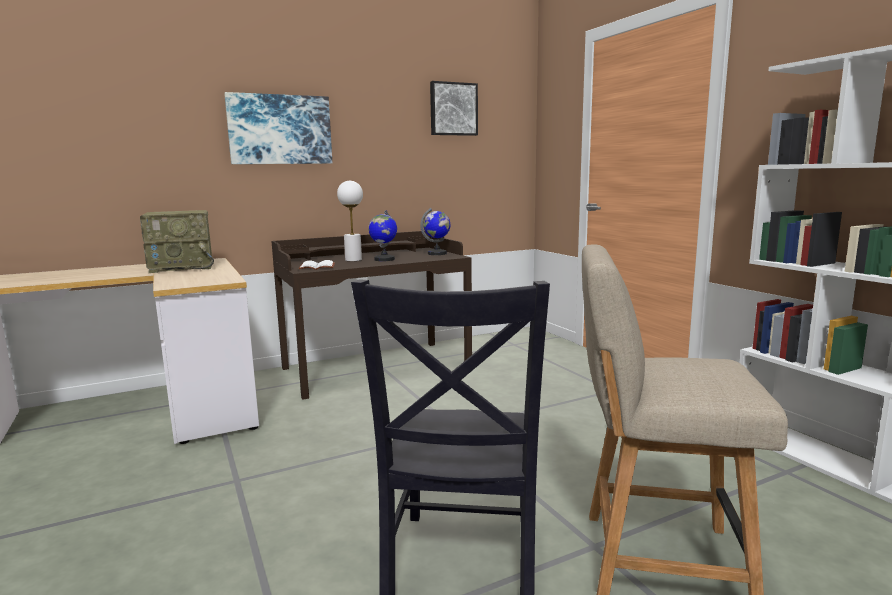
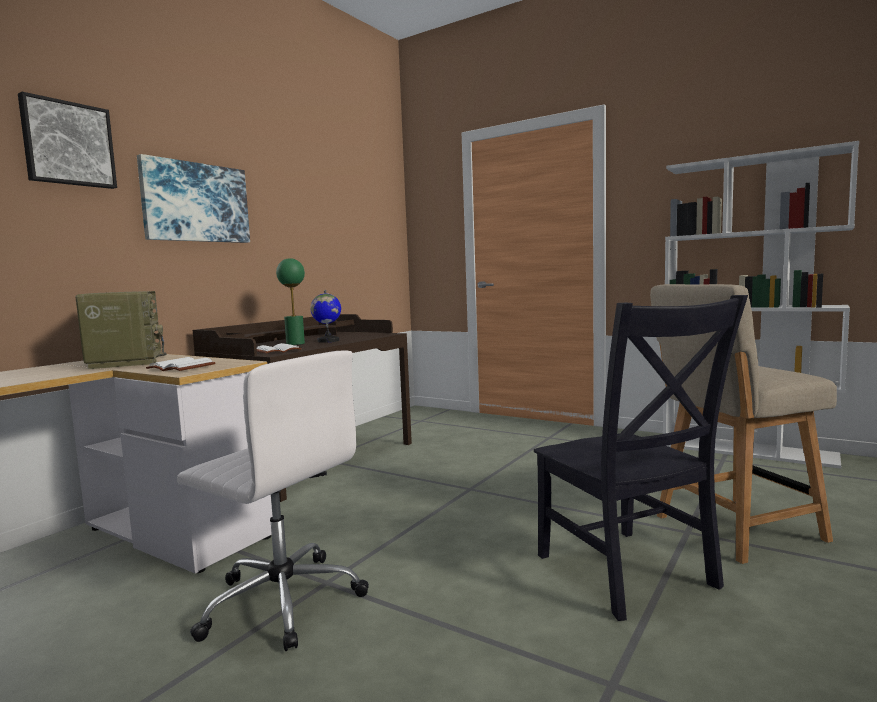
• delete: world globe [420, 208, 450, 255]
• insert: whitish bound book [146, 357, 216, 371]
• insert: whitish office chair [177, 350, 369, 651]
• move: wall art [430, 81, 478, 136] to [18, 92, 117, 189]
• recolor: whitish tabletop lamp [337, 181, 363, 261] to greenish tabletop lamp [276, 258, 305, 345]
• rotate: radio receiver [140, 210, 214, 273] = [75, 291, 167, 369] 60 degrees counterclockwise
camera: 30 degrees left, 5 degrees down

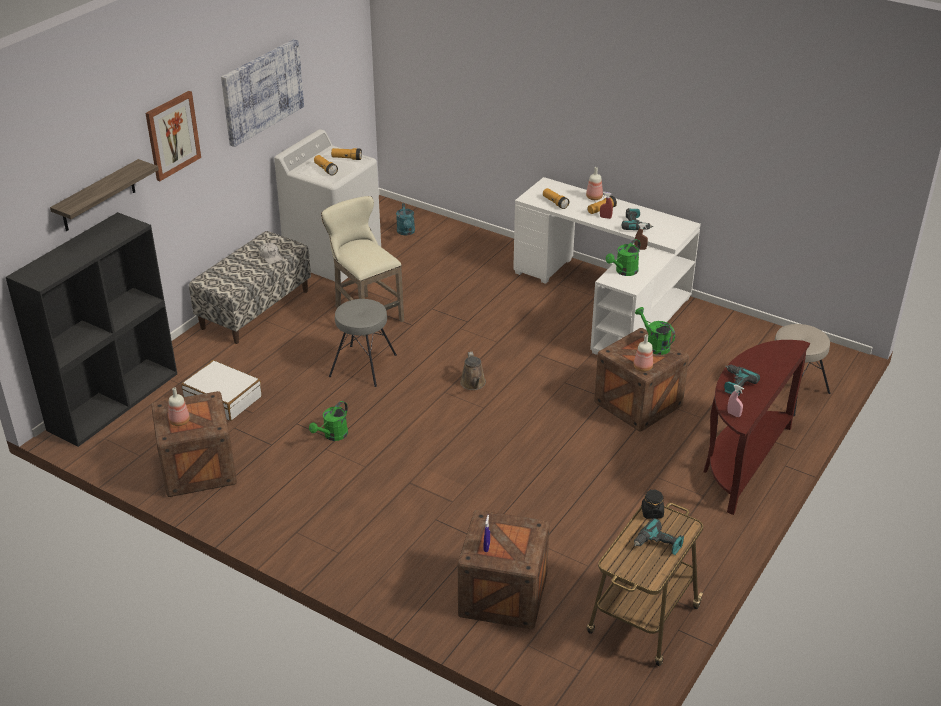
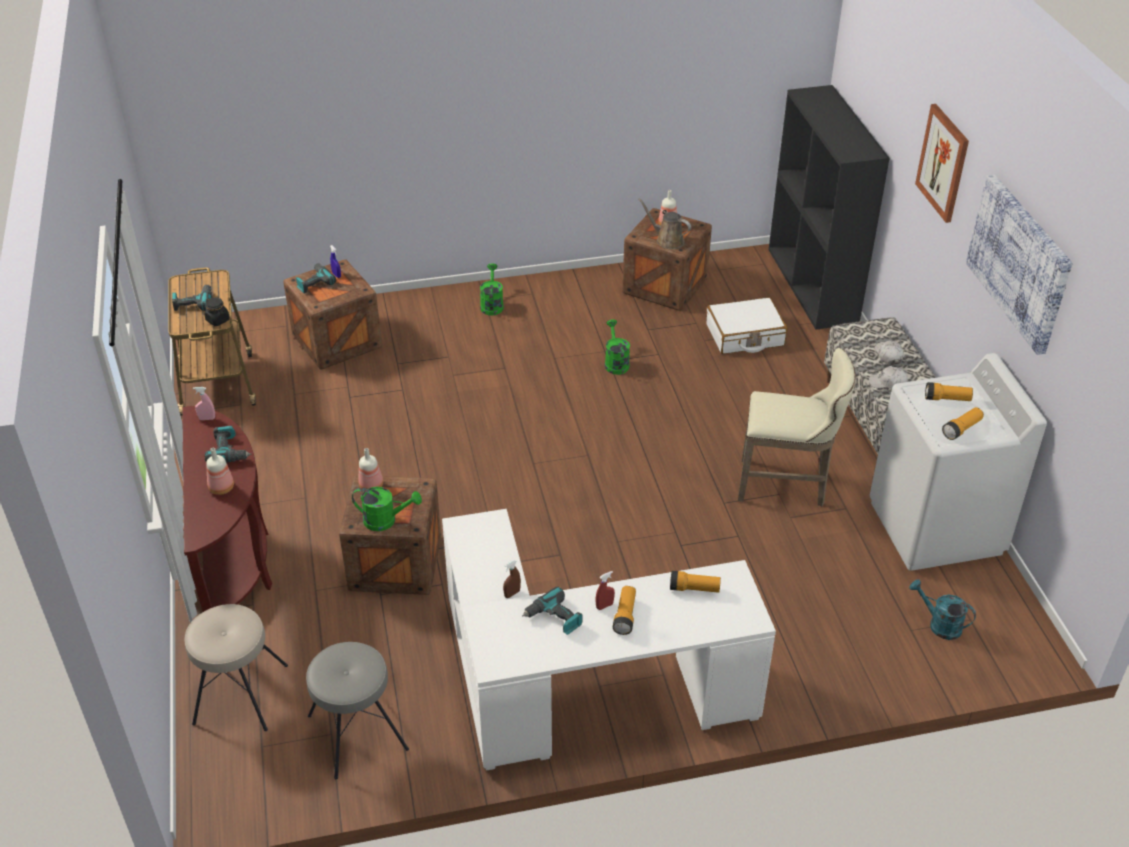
• delete: wall shelf [50, 159, 159, 231]
• insert: power drill [296, 263, 336, 293]
• insert: whitish baseball cap [874, 340, 904, 365]
• move: greyish stool seat [329, 299, 397, 387] to [306, 642, 409, 779]
• move: brown-coloured watering pot [460, 352, 486, 390] to [638, 198, 691, 249]
• move: drink bottle [586, 167, 603, 200] to [206, 448, 234, 495]
• move: greenish watering pot [606, 239, 640, 276] to [480, 263, 504, 316]
camera: 135 degrees right, 5 degrees up

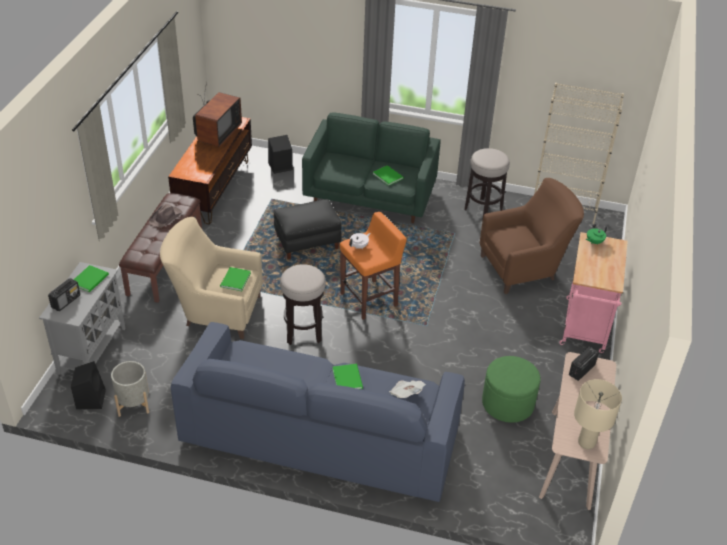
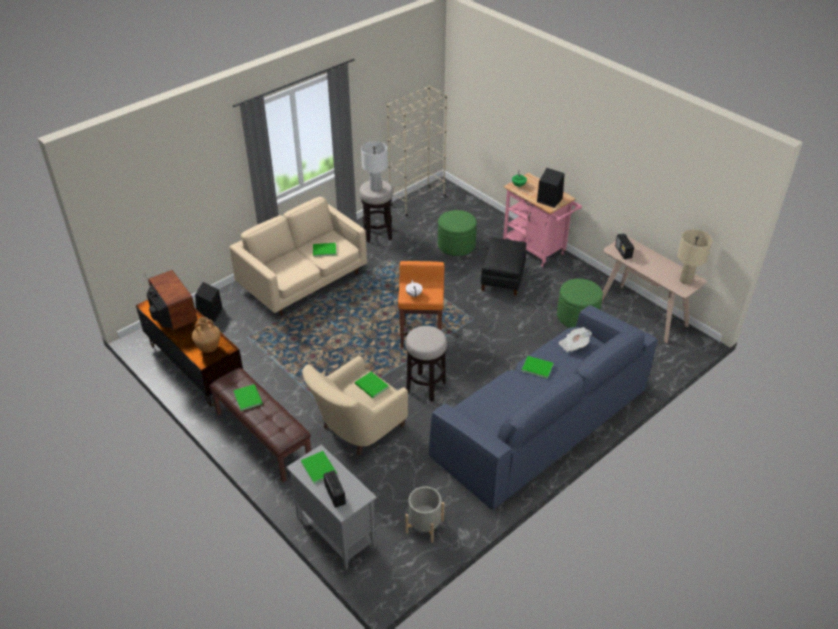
• insert: brown-coloured decorative vase [192, 317, 221, 353]
• insert: whitish tabletop lamp [361, 141, 388, 191]
• move: black loudspeaker [71, 361, 106, 409] to [537, 168, 564, 208]
• move: black footrest [273, 199, 342, 260] to [481, 238, 526, 296]
• replace: brown-coloured wearable hat [149, 204, 183, 228] to greenish bound book [233, 384, 263, 411]
• replace: brown-coloured easy chair [480, 178, 584, 294] to greenish footrest [438, 210, 477, 256]
• recolor: greenish sofa [302, 112, 441, 223] to sand-coloured sofa [229, 197, 367, 316]
camera: 55 degrees left, 0 degrees up

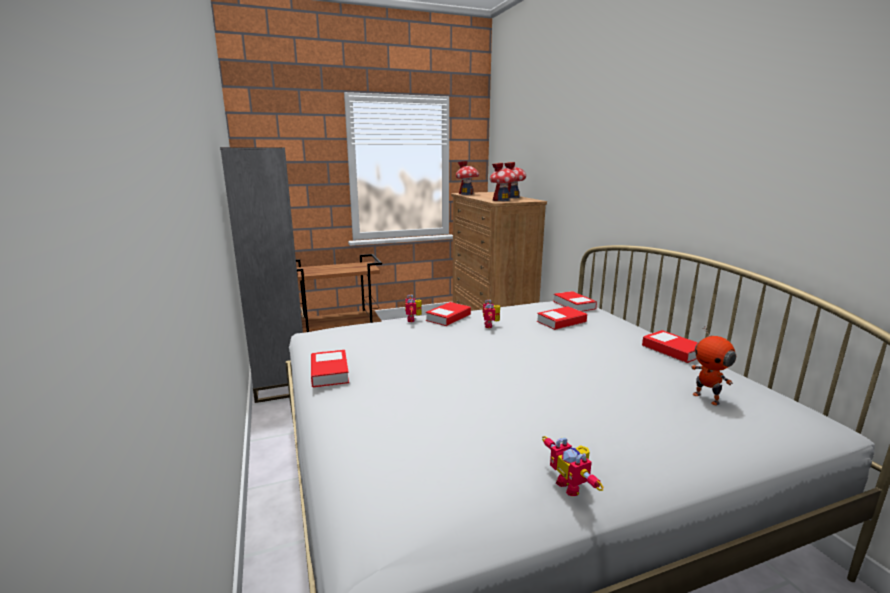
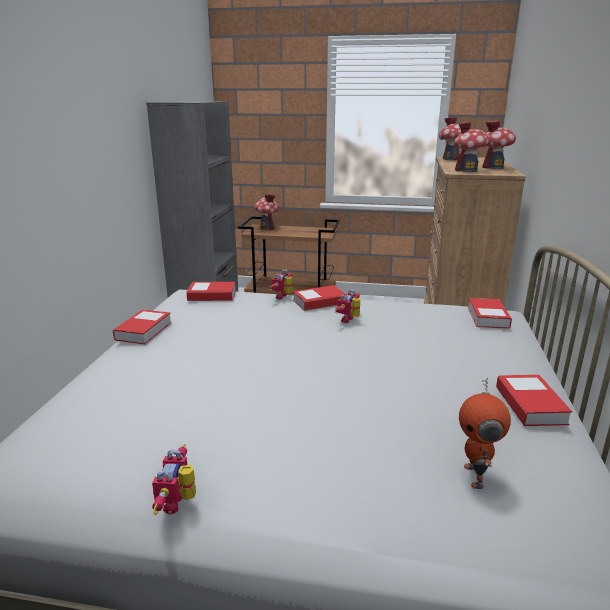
• insert: miniature house [254, 193, 279, 230]
• move: bound book [537, 306, 587, 330] to [186, 282, 236, 301]
camera: 30 degrees right, 5 degrees up

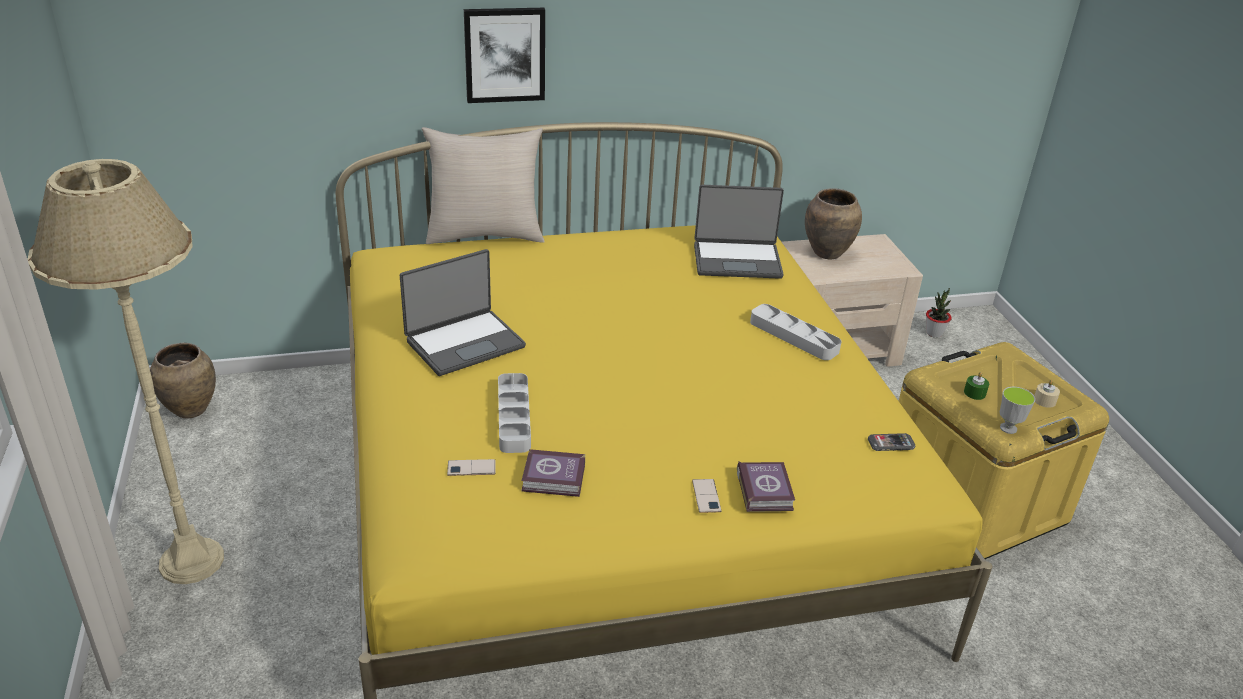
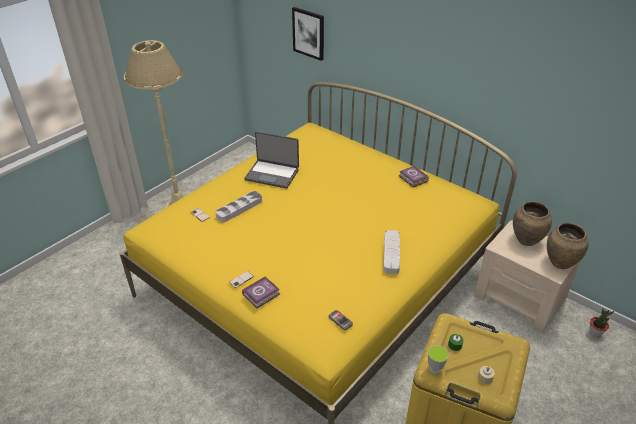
• delete: sand-coloured throw pillow [422, 127, 545, 244]
• delete: notebook computer [694, 185, 784, 279]
• move: brown-coloured decorative vase [150, 342, 216, 418] to [547, 223, 589, 269]
• move: wall art [464, 8, 545, 103] to [292, 7, 324, 61]
• move: bound book [522, 449, 585, 497] to [399, 166, 429, 187]
camera: 55 degrees right, 5 degrees up

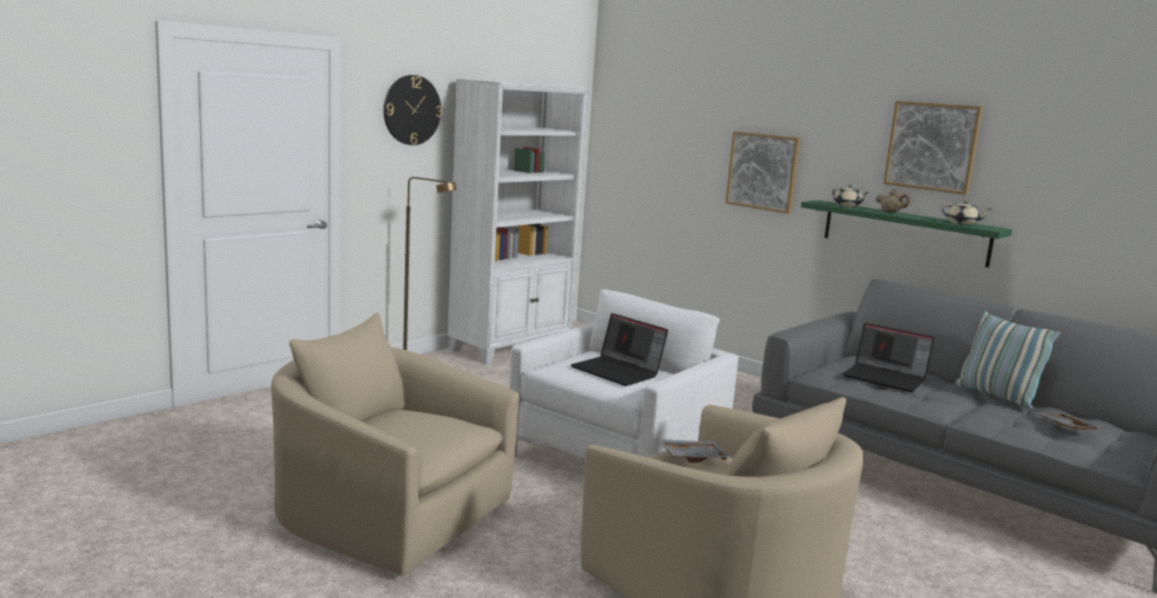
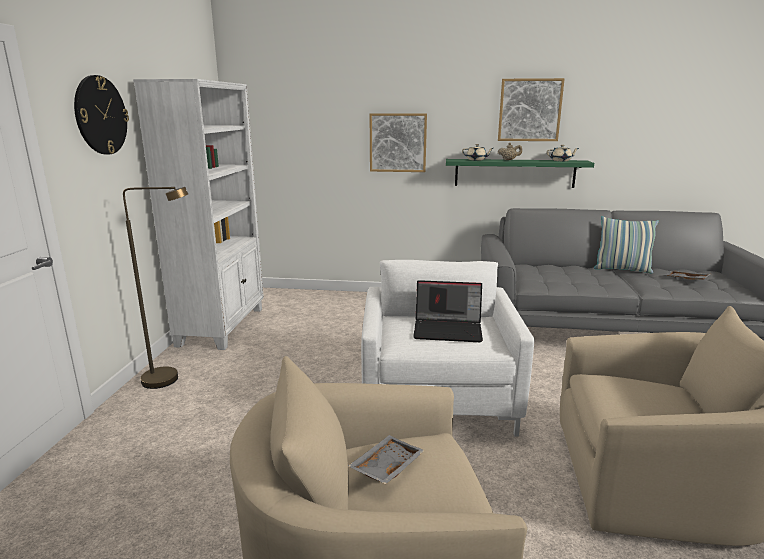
• delete: notebook computer [843, 323, 934, 392]
• move: greyish carrying tray [657, 439, 732, 463] to [348, 435, 425, 484]
camera: 35 degrees left, 5 degrees up

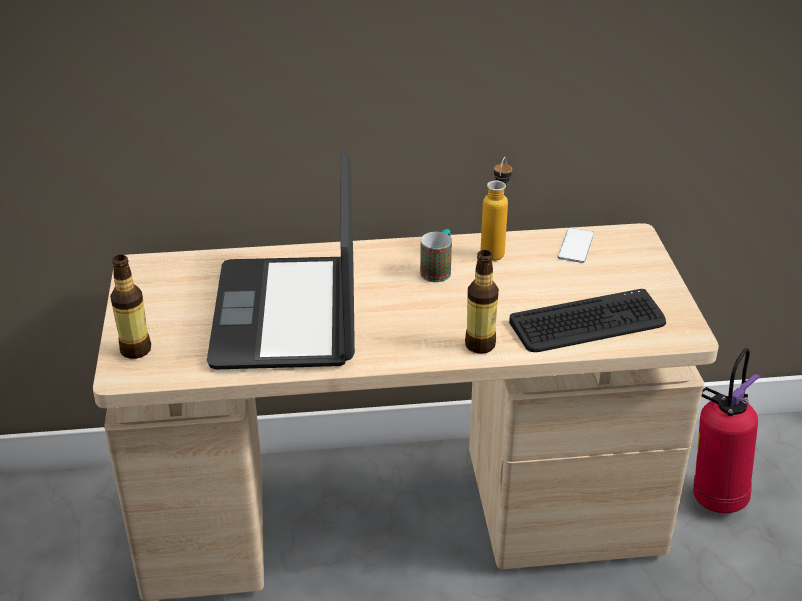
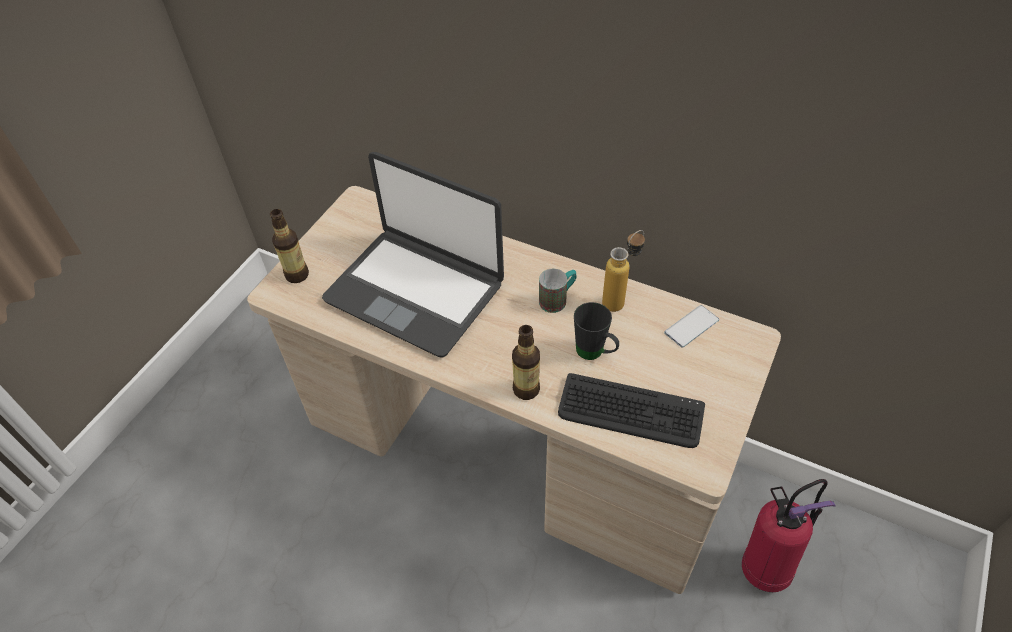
• insert: black coffee mug [574, 302, 619, 360]
• rotate: notebook computer [207, 152, 355, 369] = [322, 152, 504, 358] 90 degrees counterclockwise
camera: 35 degrees right, 15 degrees up

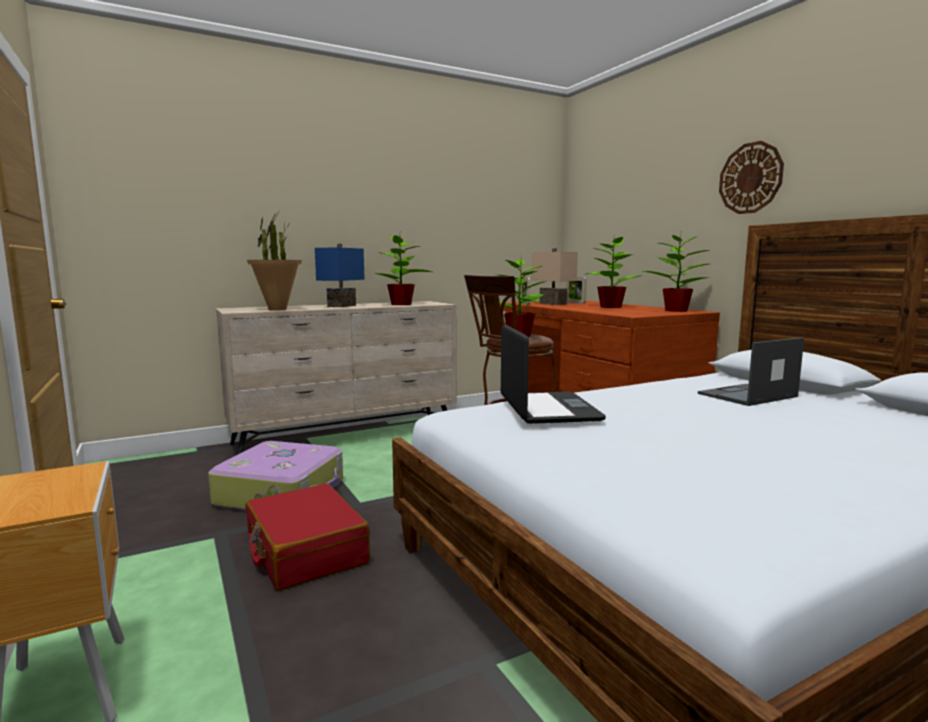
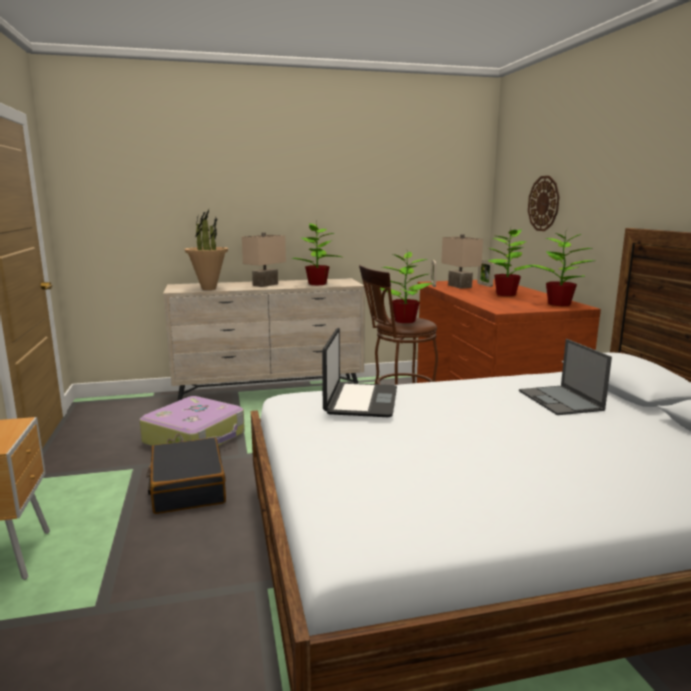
• move: wall clock [719, 141, 784, 214] to [528, 176, 560, 231]
• recolor: reddish suitcase [245, 483, 370, 591] to black suitcase [146, 437, 226, 514]
• recolor: blue tabletop lamp [315, 244, 365, 307] to sand-coloured tabletop lamp [242, 232, 286, 287]
• rotate: notebook computer [698, 338, 804, 406] = [519, 339, 612, 415] 90 degrees counterclockwise
camera: 15 degrees right, 5 degrees up

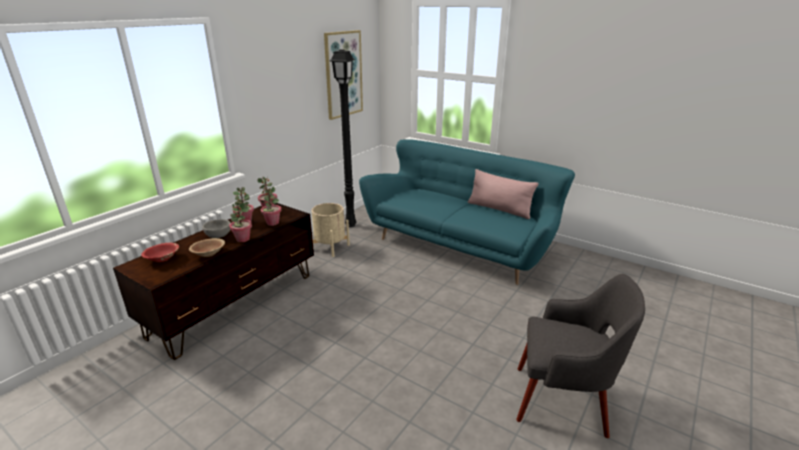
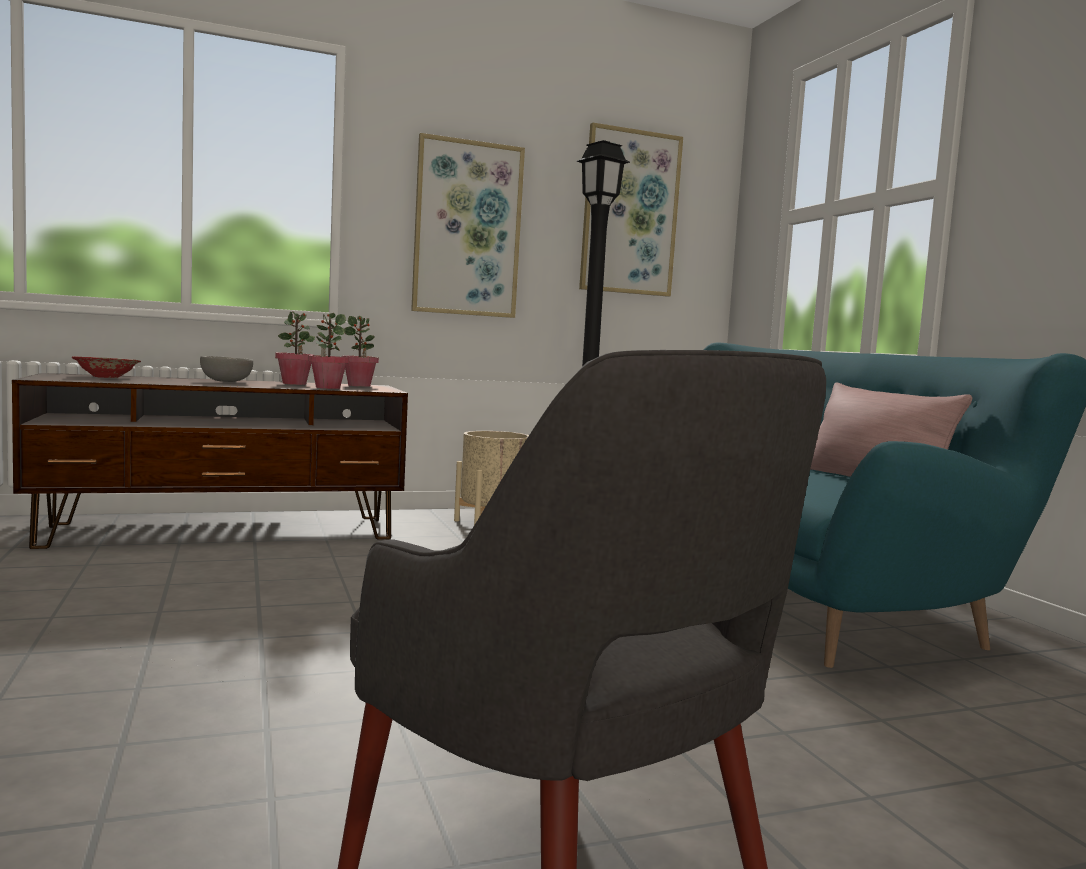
• delete: brown-coloured deep dish [189, 238, 225, 257]
• delete: potted plant [229, 201, 252, 242]
• insert: wall art [411, 133, 525, 318]
camera: 35 degrees right, 20 degrees down

